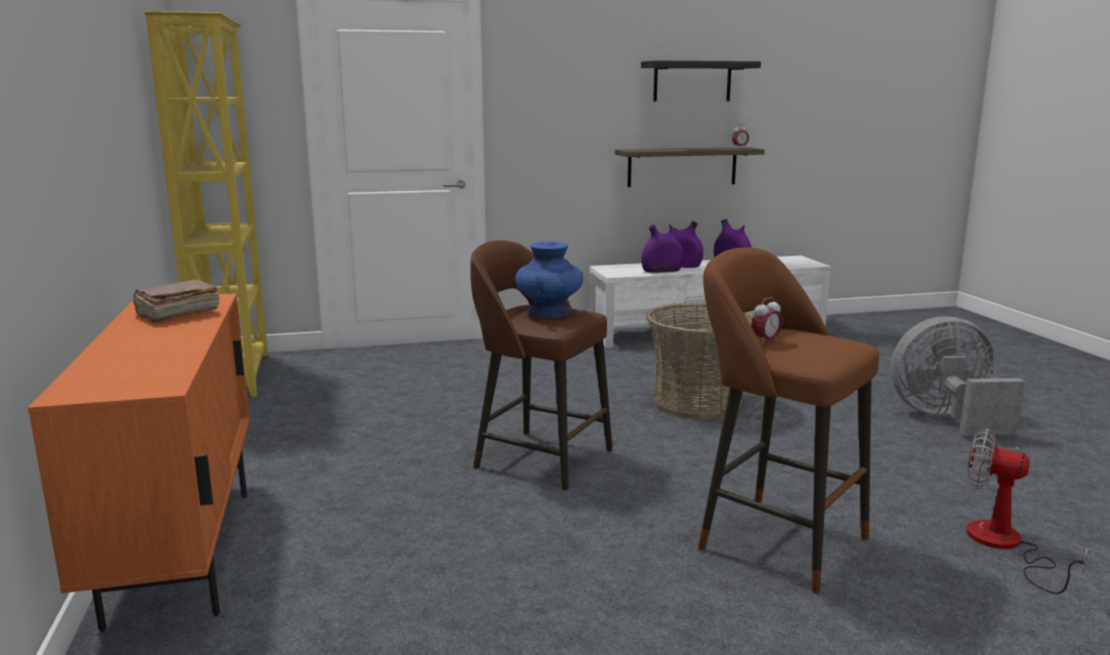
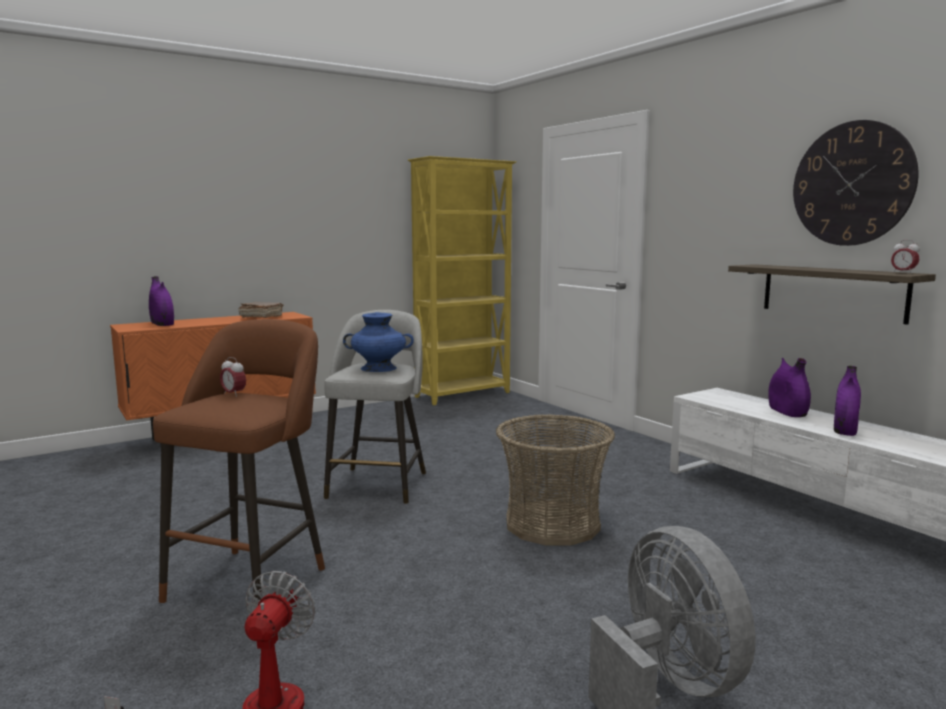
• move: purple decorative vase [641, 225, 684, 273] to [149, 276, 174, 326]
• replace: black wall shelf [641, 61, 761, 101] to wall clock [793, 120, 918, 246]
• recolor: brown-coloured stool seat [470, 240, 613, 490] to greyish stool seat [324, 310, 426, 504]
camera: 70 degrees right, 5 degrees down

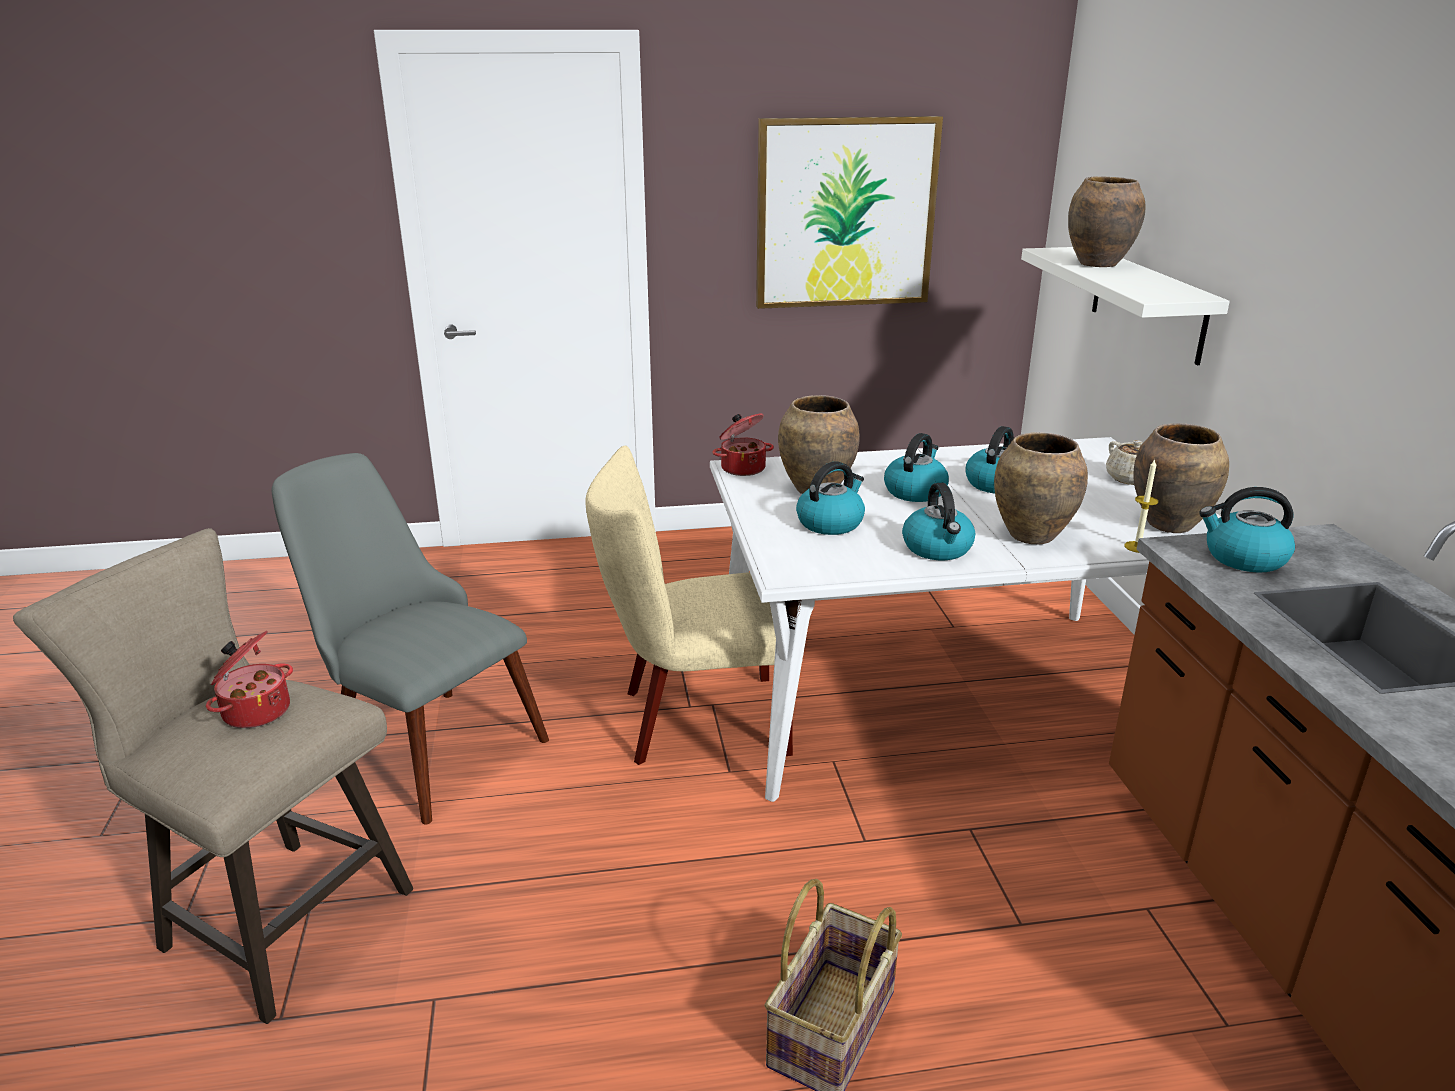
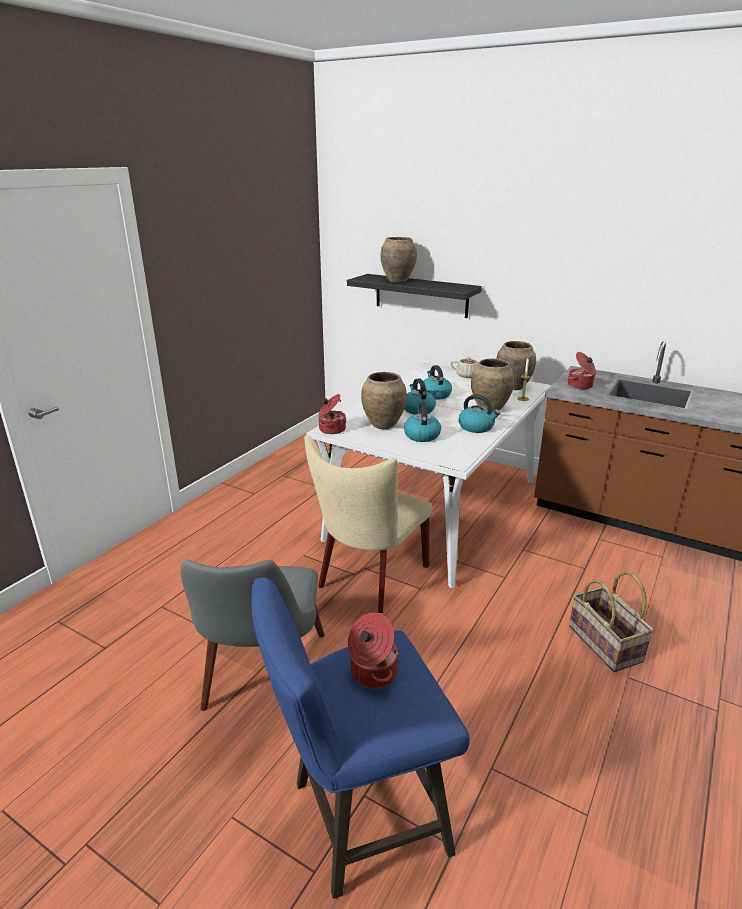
• delete: wall art [756, 116, 943, 309]
• replace: kettle [1199, 487, 1295, 573] to stockpot [568, 352, 596, 389]
• recolor: sand-coloured stool seat [13, 528, 413, 1024] to blue stool seat [251, 577, 470, 899]
• recolor: whitish wall shelf [1021, 247, 1230, 365] to black wall shelf [347, 274, 482, 318]
• rotate: greyish upright chair [271, 453, 549, 825] = [180, 559, 325, 711] 75 degrees counterclockwise
camera: 50 degrees left, 0 degrees up

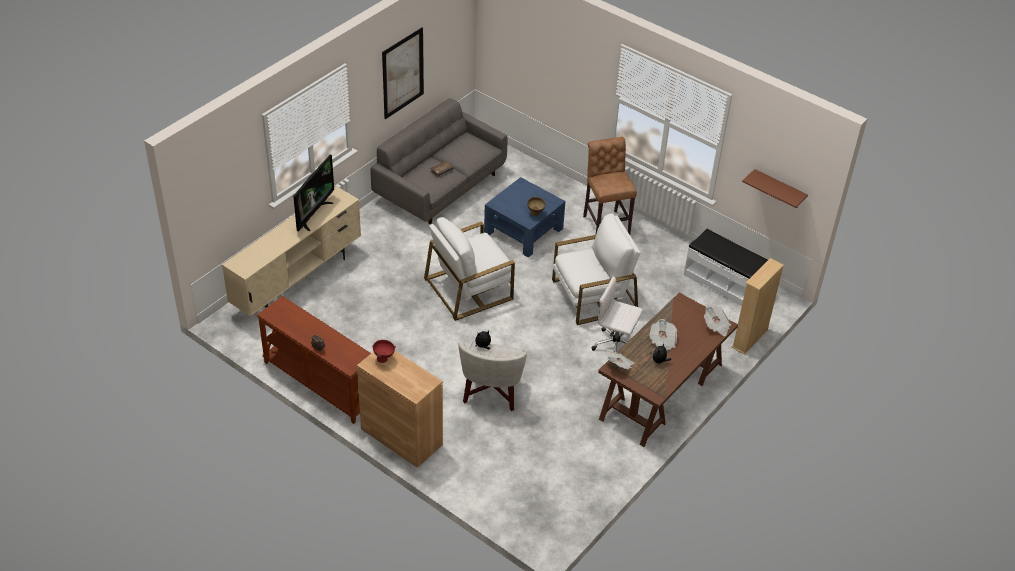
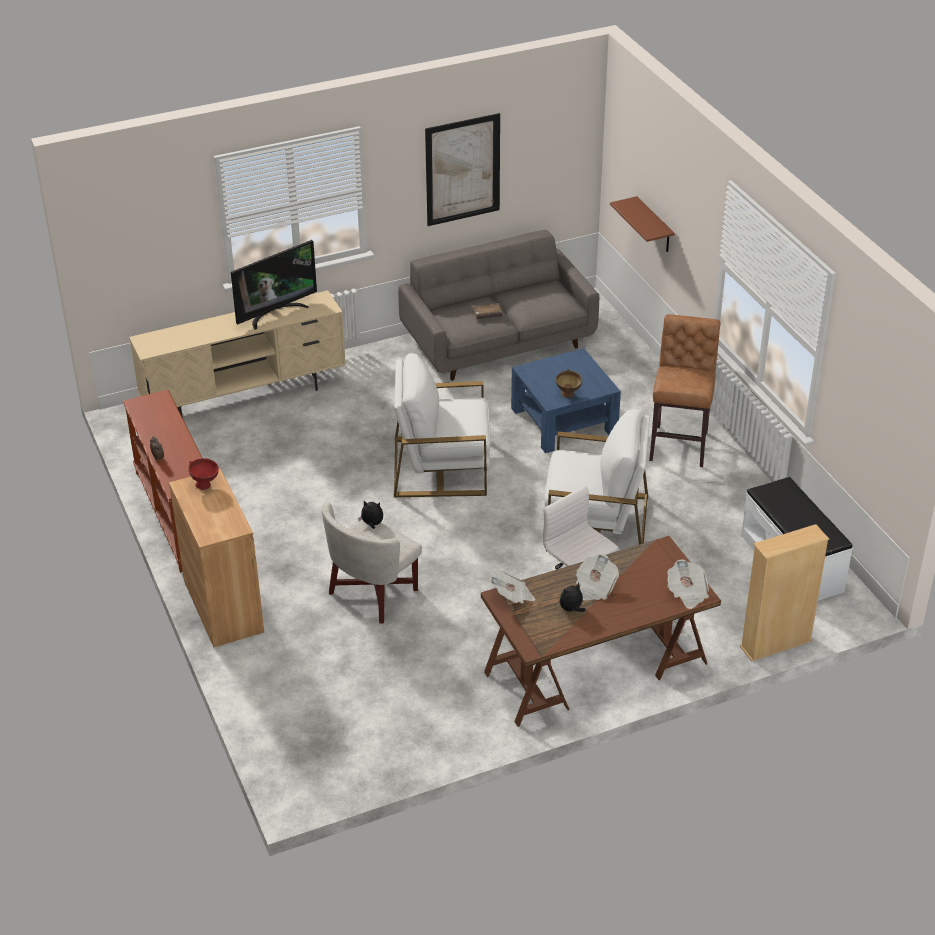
• move: brown-coloured wall shelf [742, 169, 808, 208] to [610, 196, 675, 252]
camera: 30 degrees right, 5 degrees down

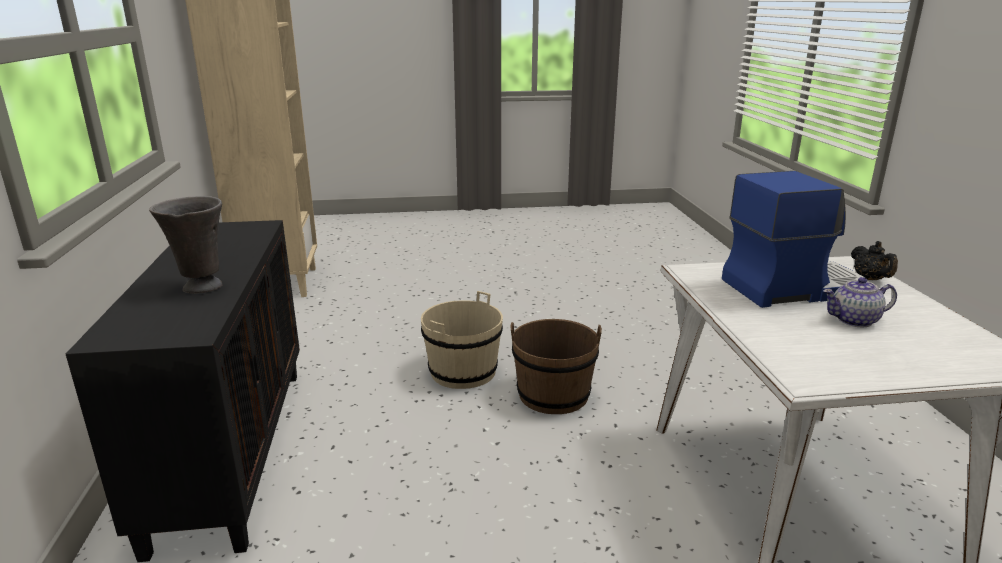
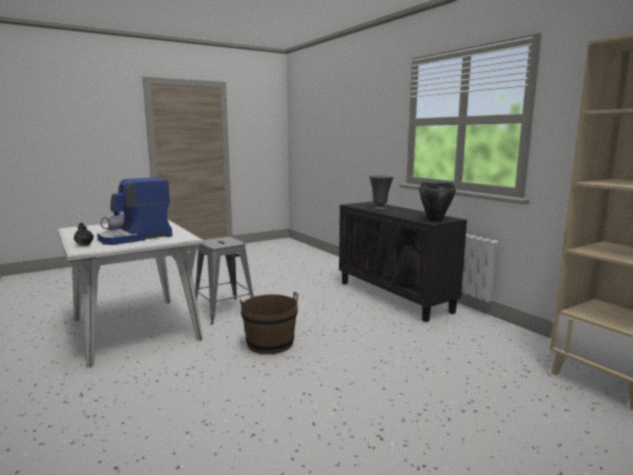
• delete: sand-coloured pail [421, 291, 503, 389]
• insert: greyish stool seat [195, 237, 254, 324]
• insert: black stockpot [419, 182, 456, 222]
camera: 155 degrees right, 10 degrees down

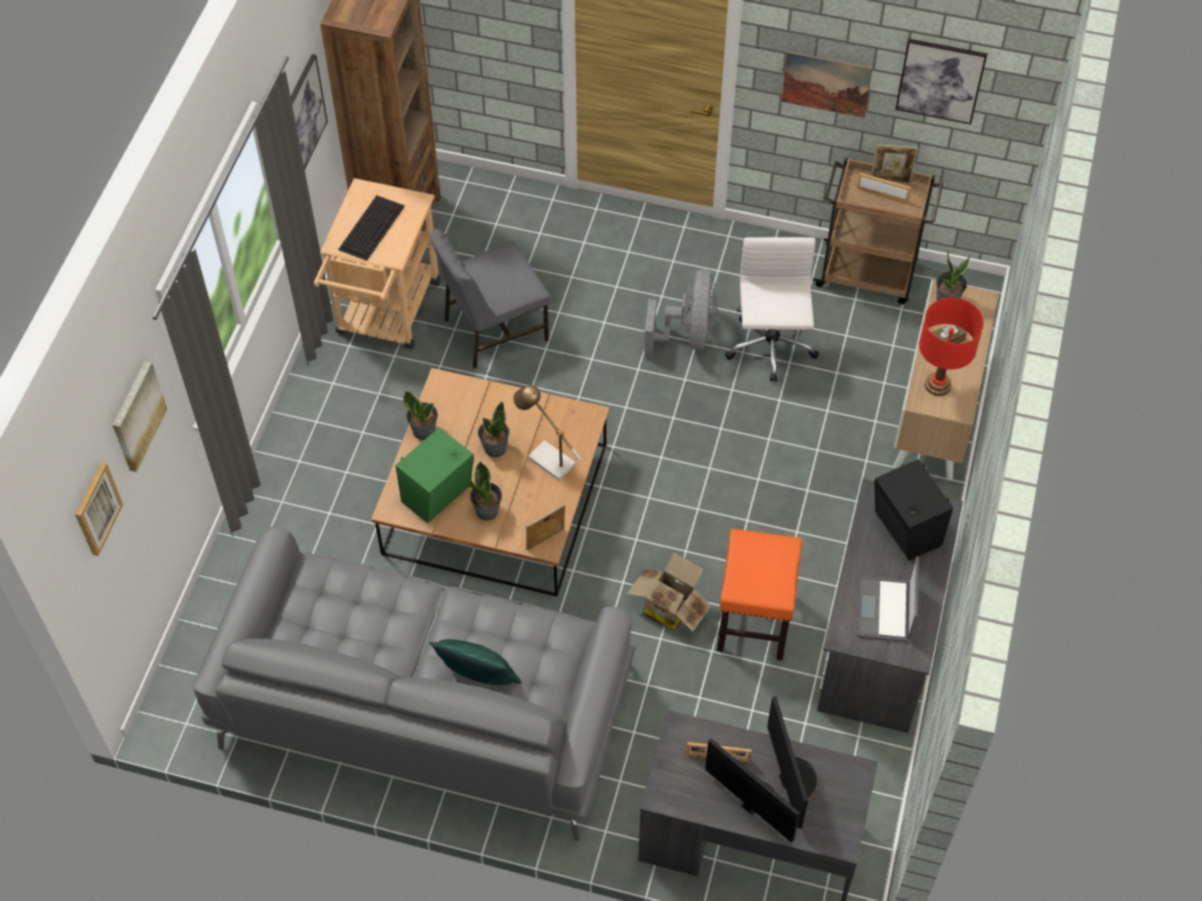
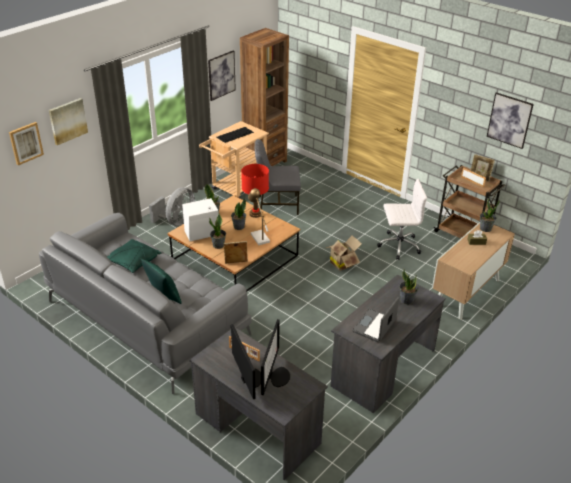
• delete: orange-coloured stool seat [717, 529, 802, 660]
• delete: wall art [782, 51, 873, 118]
• insert: greenish throw pillow [107, 239, 161, 273]
• move: packing box [627, 552, 711, 632] to [326, 235, 362, 271]
• move: greyish cooling fan [644, 269, 718, 357] to [149, 187, 195, 226]
• move: reddish tabletop lamp [919, 297, 984, 396] to [241, 164, 269, 218]
• replace: black loudspeaker [874, 459, 953, 560] to potted plant [400, 269, 418, 305]
• recolor: greenish loudspeaker [395, 427, 474, 523] to whitish loudspeaker [182, 198, 219, 241]
• rotate: whitish office chair [725, 237, 819, 382] = [377, 179, 427, 259] 60 degrees clockwise
camera: 25 degrees right, 20 degrees down

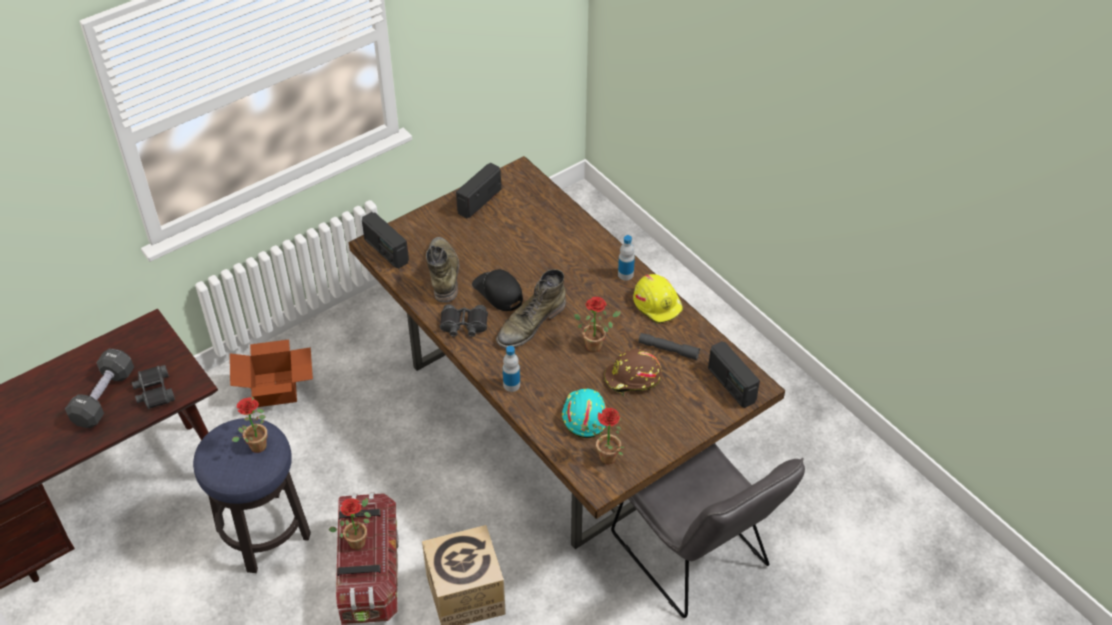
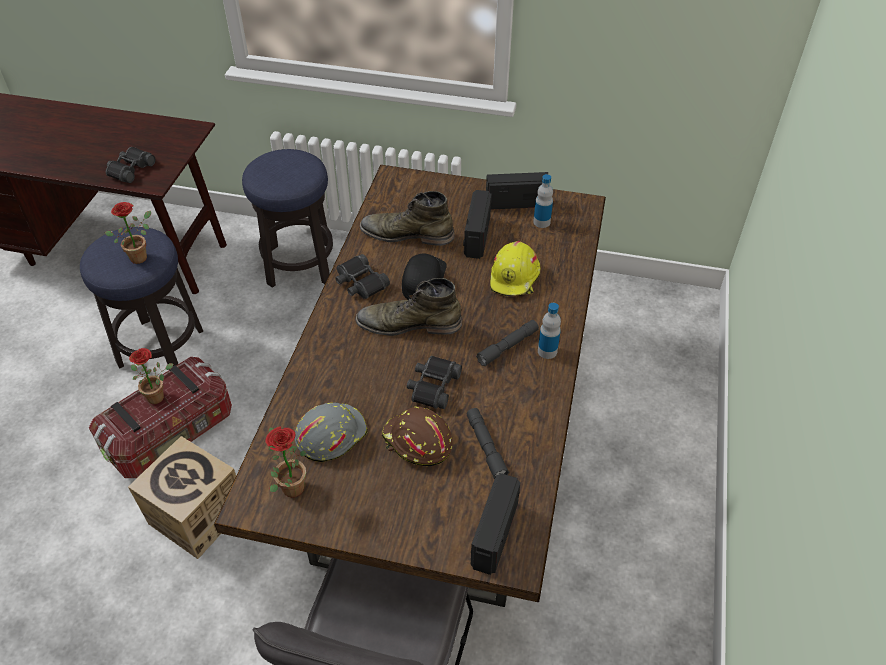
• delete: black hand weight [65, 349, 134, 428]
• insert: greyish flashlight [476, 320, 539, 366]
• move: radio receiver [362, 212, 409, 269] to [463, 190, 492, 259]
• move: drink bottle [503, 346, 520, 392] to [533, 174, 553, 228]
• move: yellow-coloured hard hat [633, 274, 683, 324] to [490, 241, 540, 296]
• replace: packing box [230, 339, 313, 407] to stool seat [242, 149, 333, 288]
• replace: potted plant [574, 297, 621, 352] to black pair of binoculars [407, 356, 462, 409]
• recolor: turquoise hard hat [562, 389, 606, 438] to greyish hard hat [295, 403, 368, 462]
• rotate: greenish tall boot [426, 237, 460, 302] = [360, 191, 455, 246] 120 degrees counterclockwise
camera: 50 degrees right, 0 degrees up

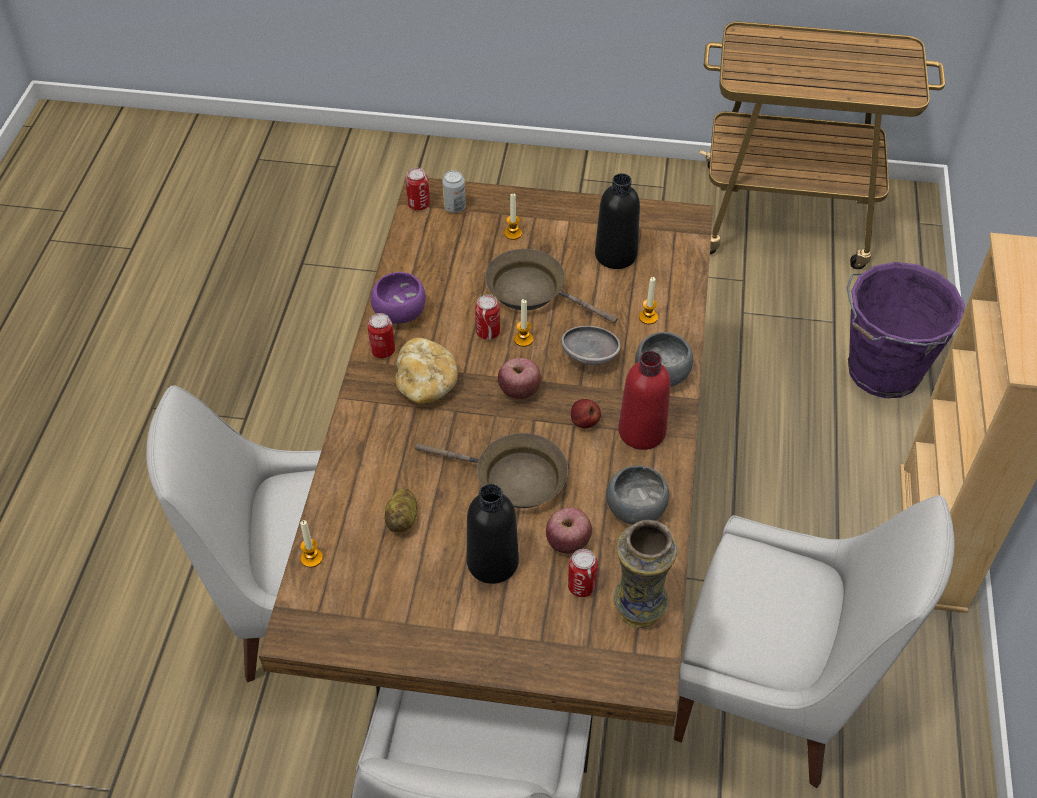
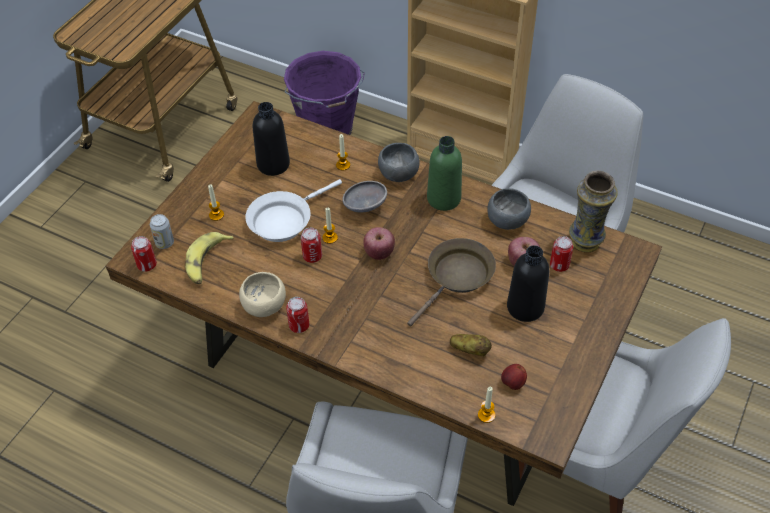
• delete: bread [395, 338, 458, 404]
• insert: banana [185, 232, 234, 284]
• move: apple fruit [571, 399, 601, 428] to [501, 364, 527, 390]
• recolor: purple deep dish [371, 272, 426, 324] to sand-coloured deep dish [239, 272, 286, 317]
• recolor: brown-coloured pan [485, 249, 618, 323] to whitish pan [245, 179, 342, 242]
• recolor: reddish drink bottle [618, 351, 671, 450] to greenish drink bottle [427, 136, 462, 211]
camera: 70 degrees left, 0 degrees up

